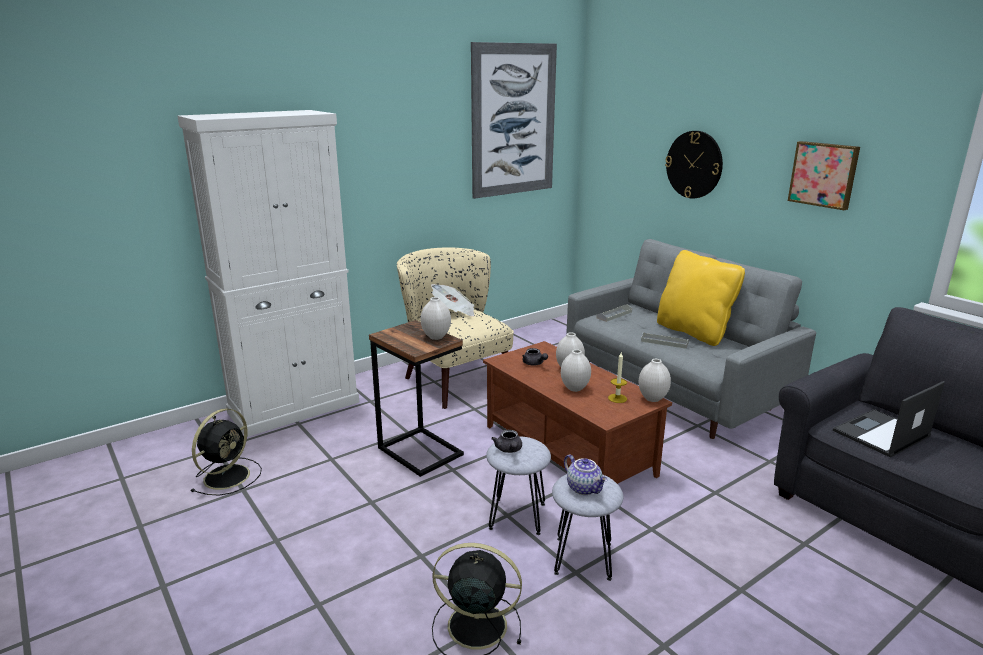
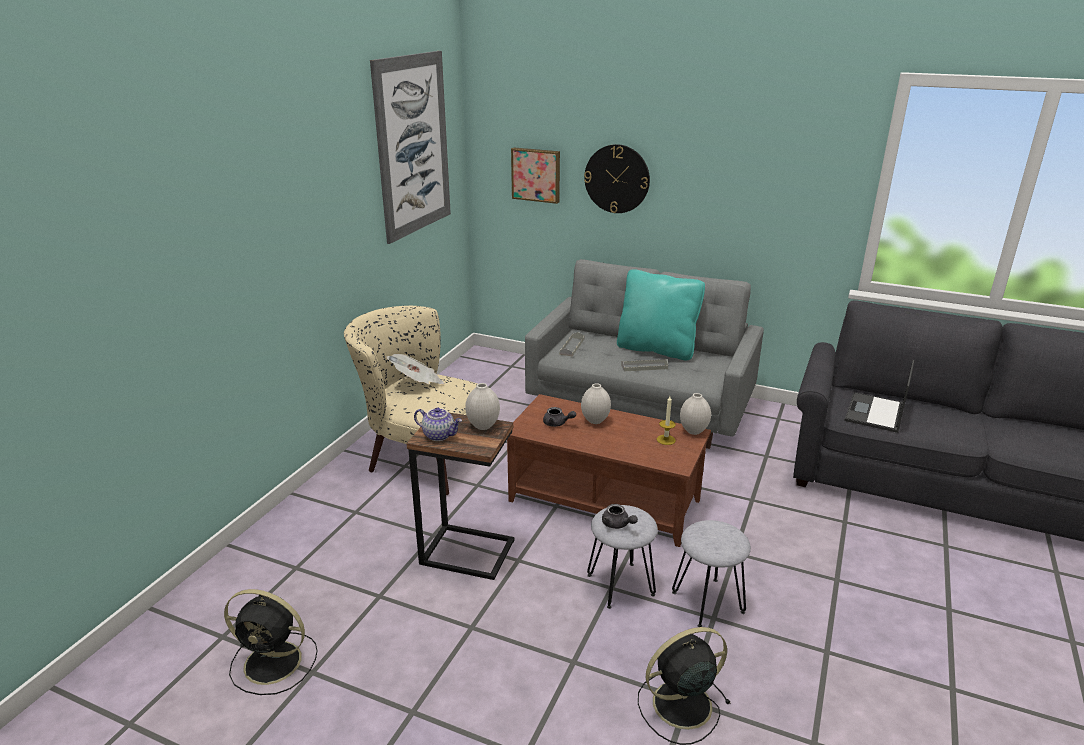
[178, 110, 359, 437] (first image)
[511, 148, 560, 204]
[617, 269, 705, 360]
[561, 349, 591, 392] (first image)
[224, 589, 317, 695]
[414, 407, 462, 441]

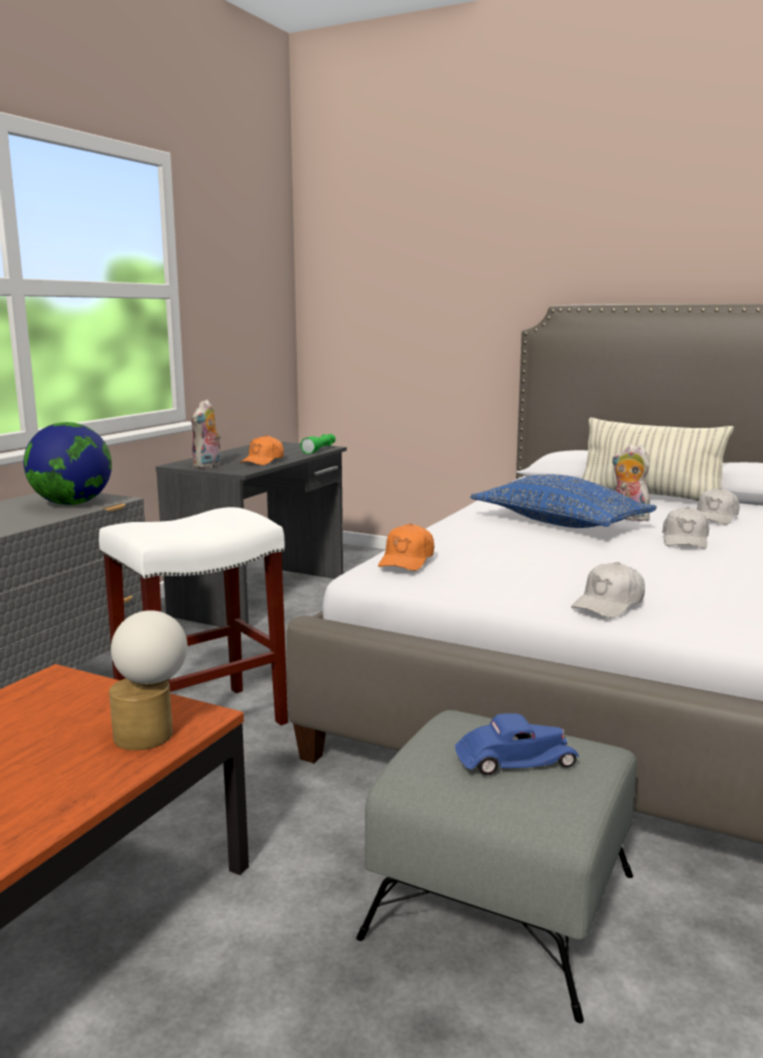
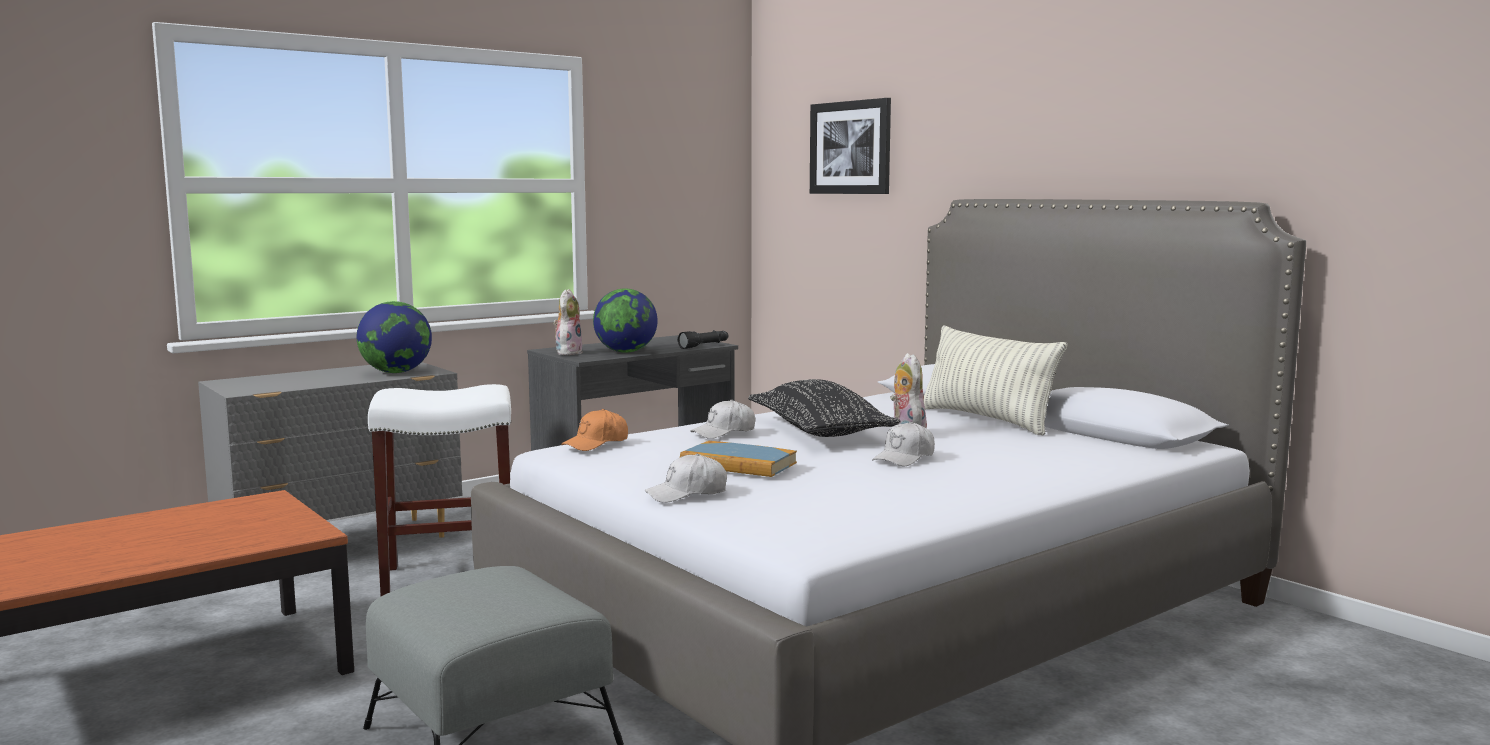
[553, 289, 582, 355]
[677, 330, 729, 349]
[593, 288, 658, 353]
[748, 379, 901, 437]
[690, 399, 755, 439]
[109, 610, 187, 750] (first image)
[454, 713, 579, 775] (first image)
[810, 98, 891, 194]
[680, 441, 797, 477]

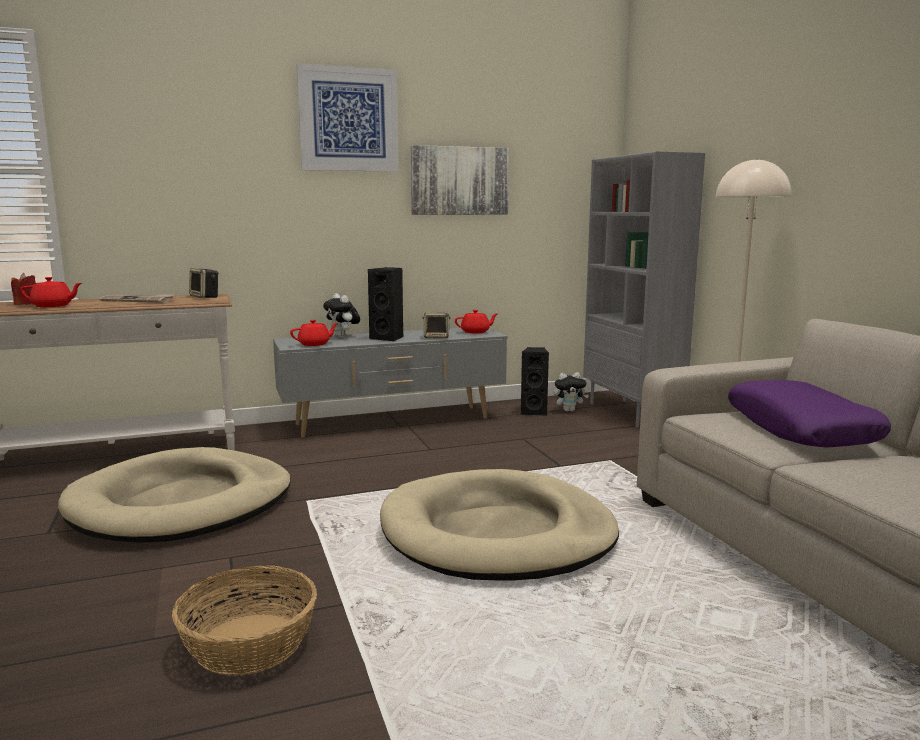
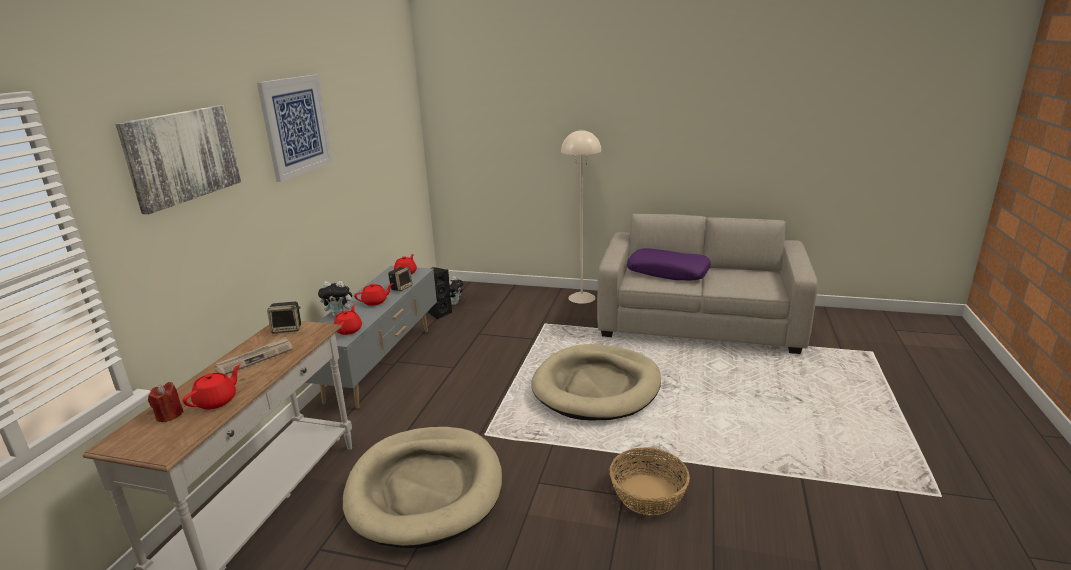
[116, 105, 241, 214]
[583, 152, 705, 428] (first image)
[354, 283, 394, 306]

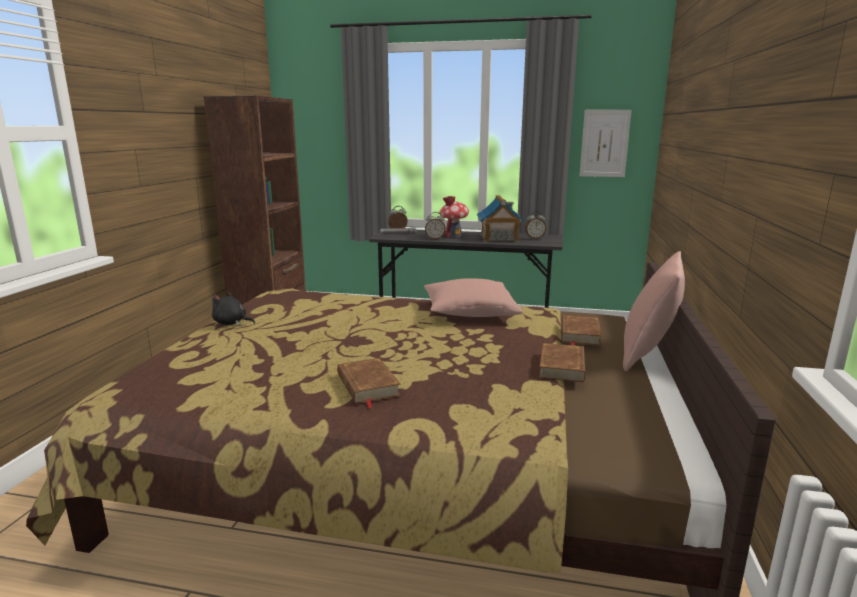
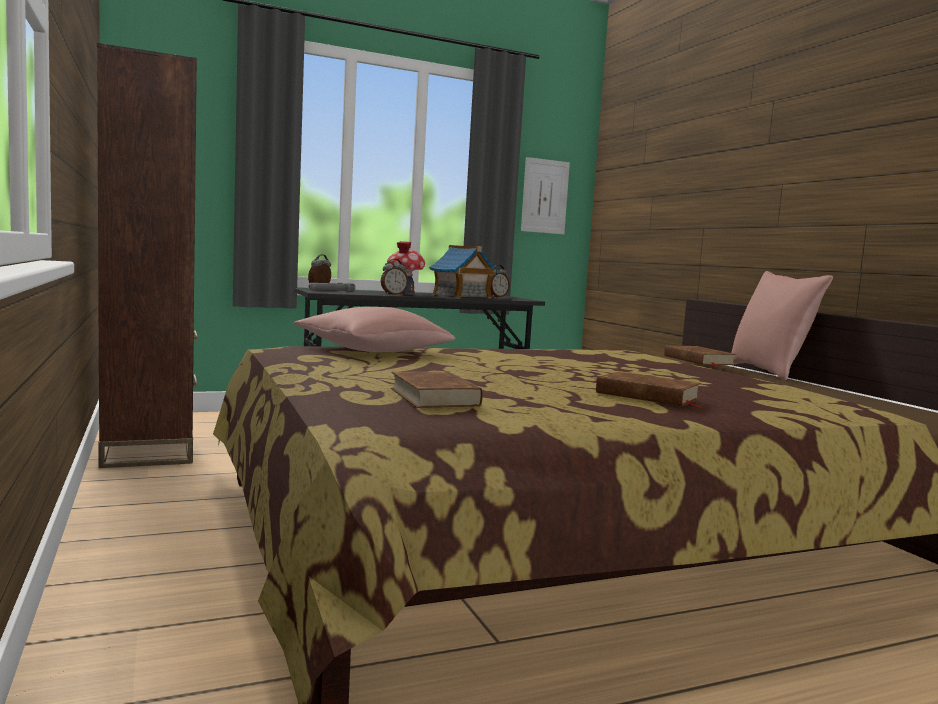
[294, 307, 456, 352]
[212, 291, 255, 325] (first image)
[391, 371, 483, 408]

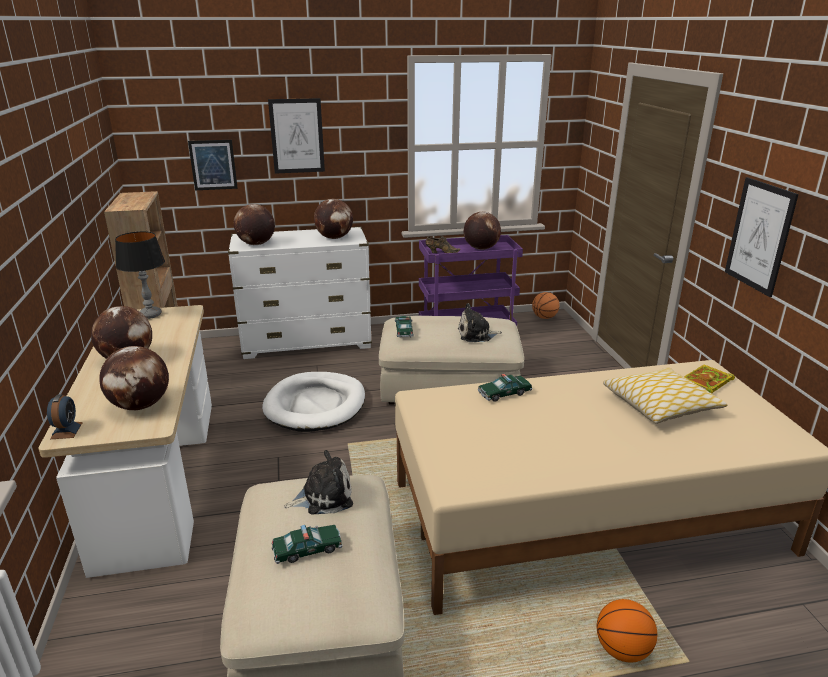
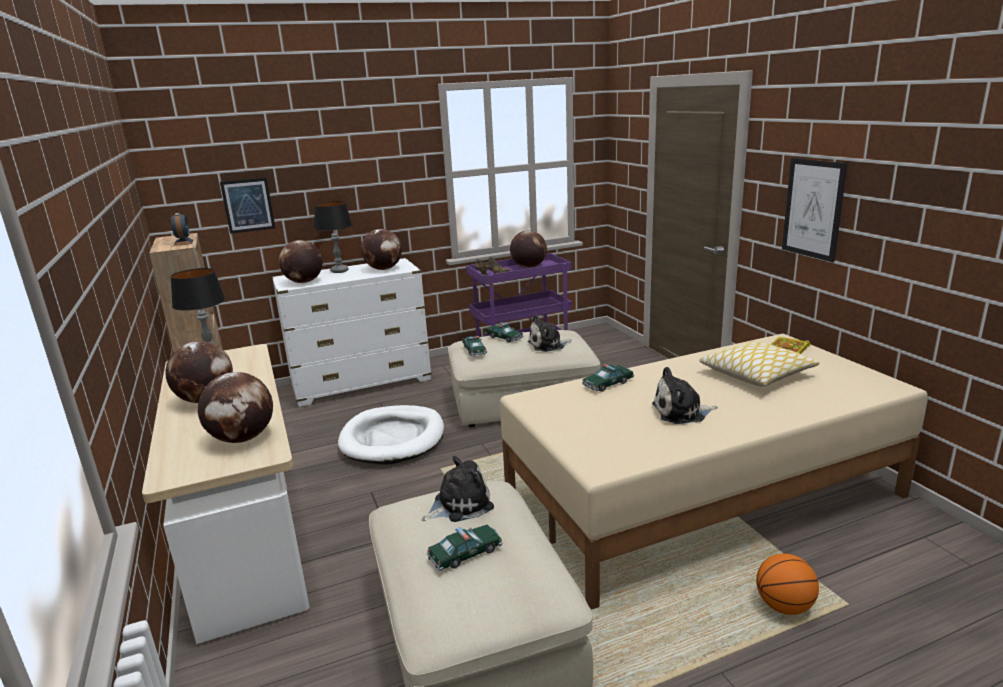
[268, 98, 325, 174] (first image)
[532, 292, 560, 319] (first image)
[171, 213, 194, 246]
[314, 201, 352, 273]
[485, 323, 523, 343]
[652, 367, 718, 424]

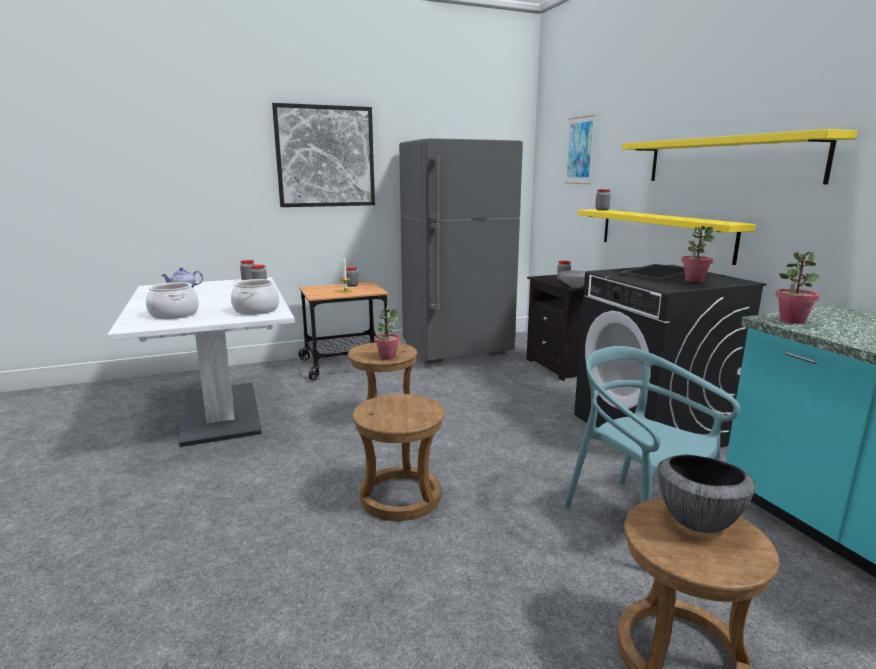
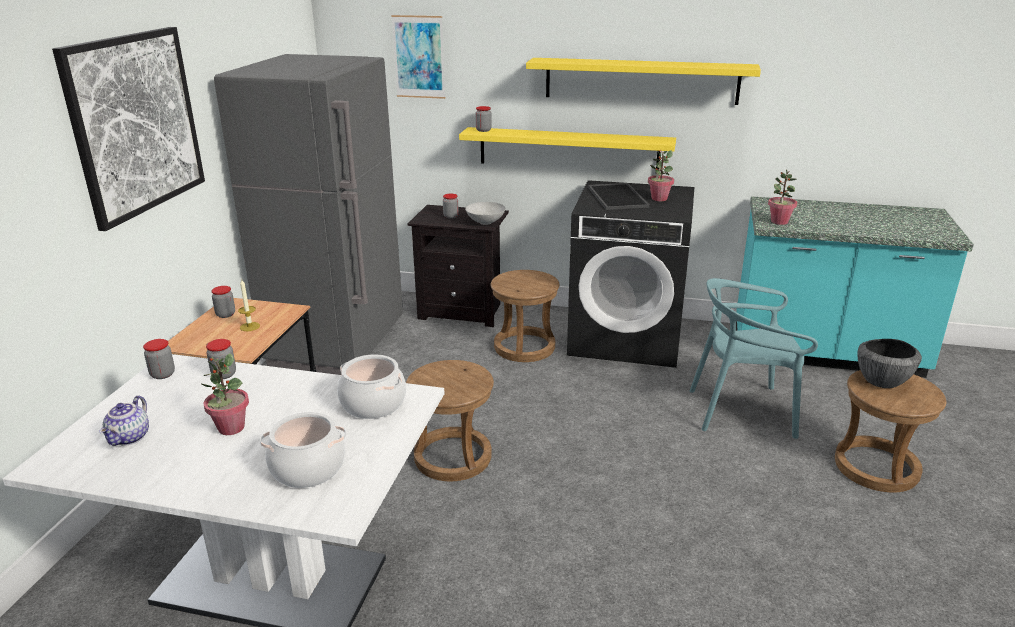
[202, 353, 249, 435]
[491, 270, 560, 362]

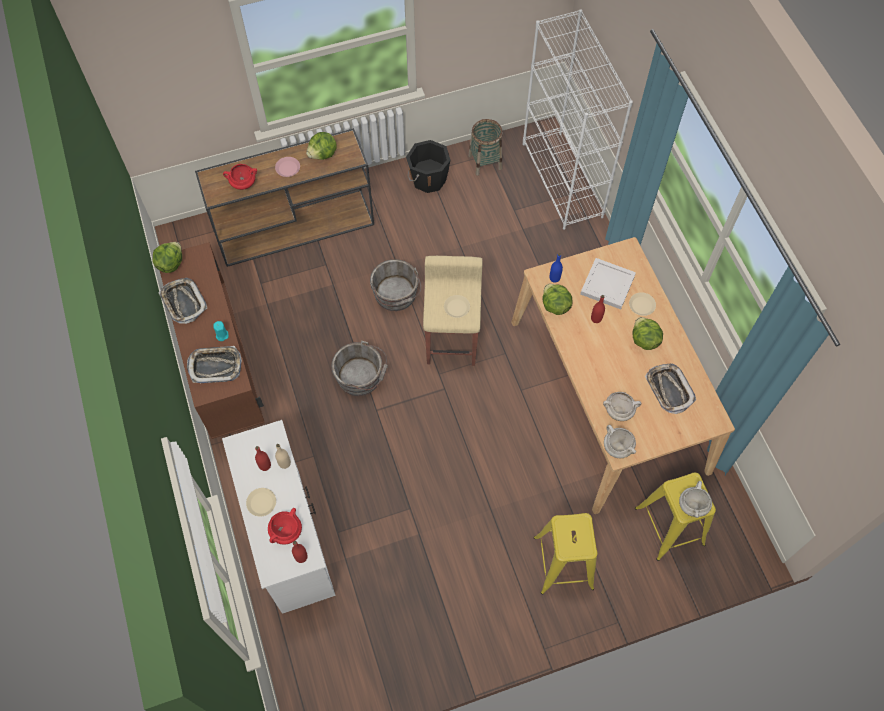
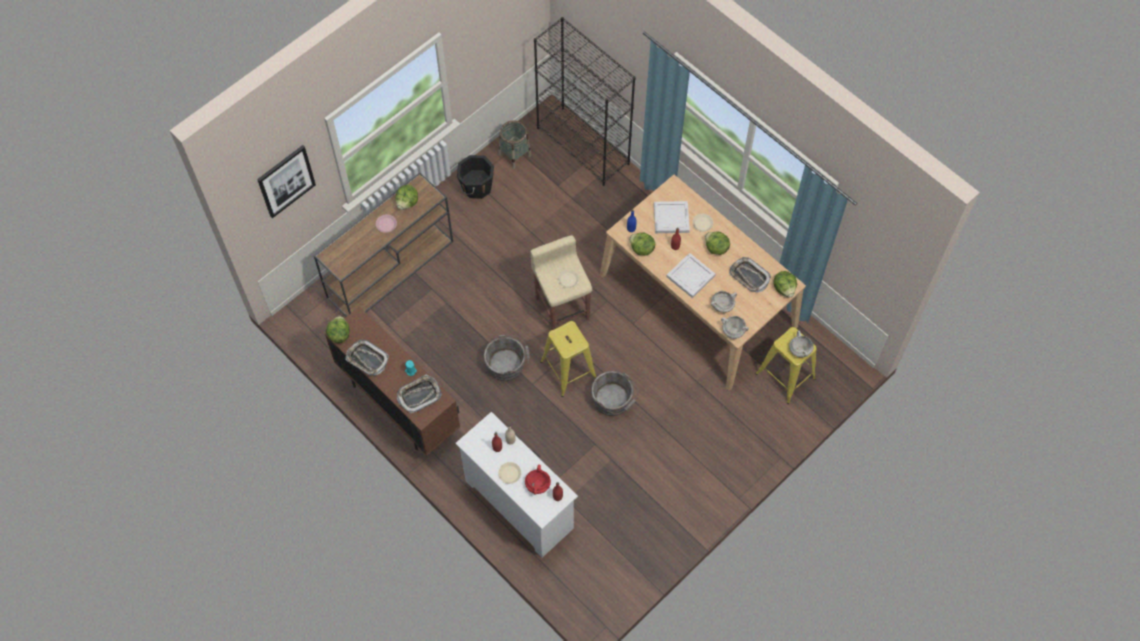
[534, 17, 636, 186]
[223, 164, 257, 190] (first image)
[591, 371, 638, 416]
[540, 321, 596, 397]
[257, 145, 316, 218]
[666, 253, 716, 298]
[774, 271, 797, 298]

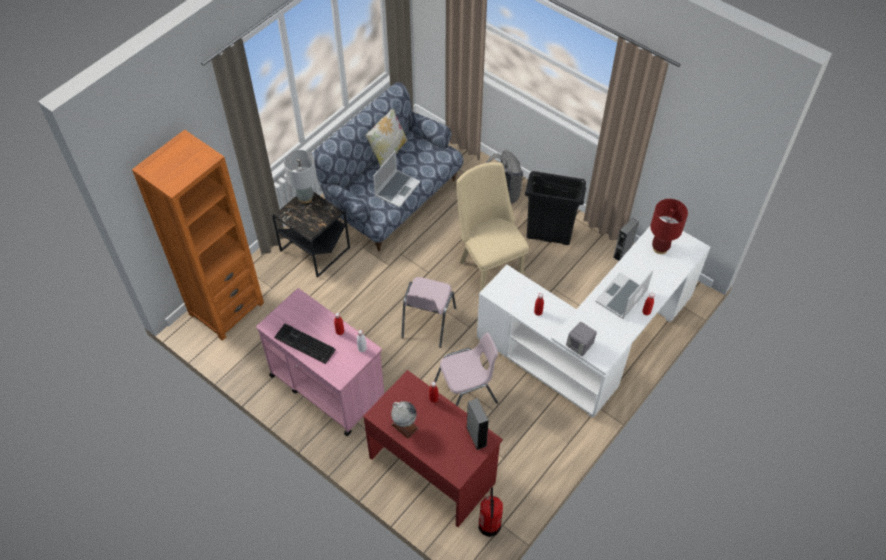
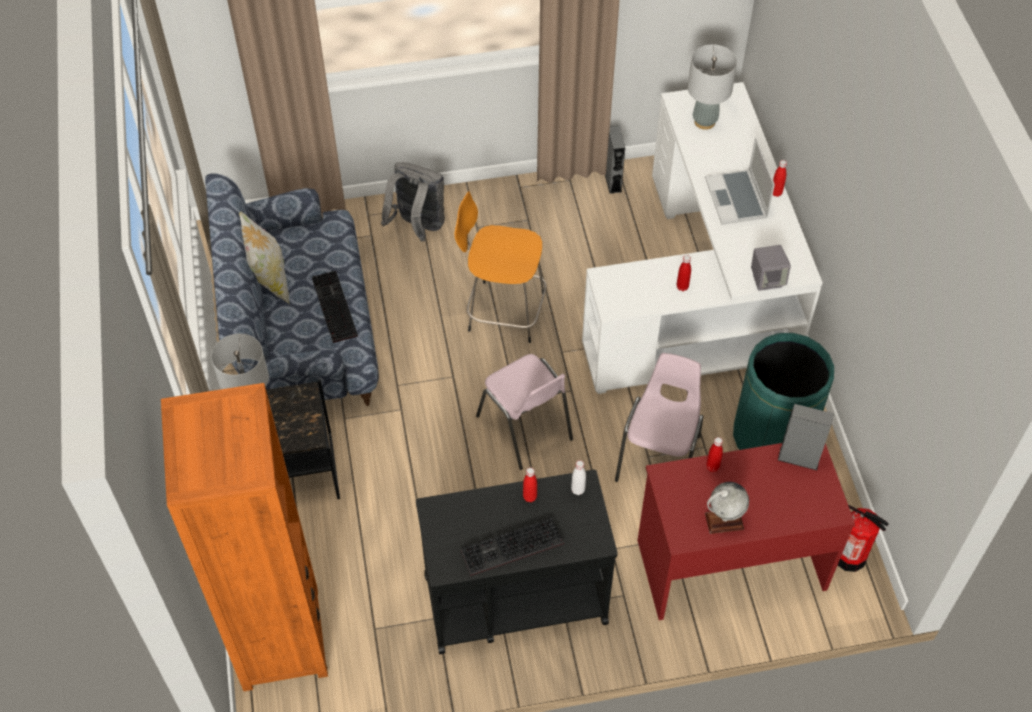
[312, 271, 358, 343]
[455, 191, 546, 343]
[525, 171, 586, 245] (first image)
[688, 44, 737, 130]
[416, 470, 617, 654]
[733, 333, 834, 450]

